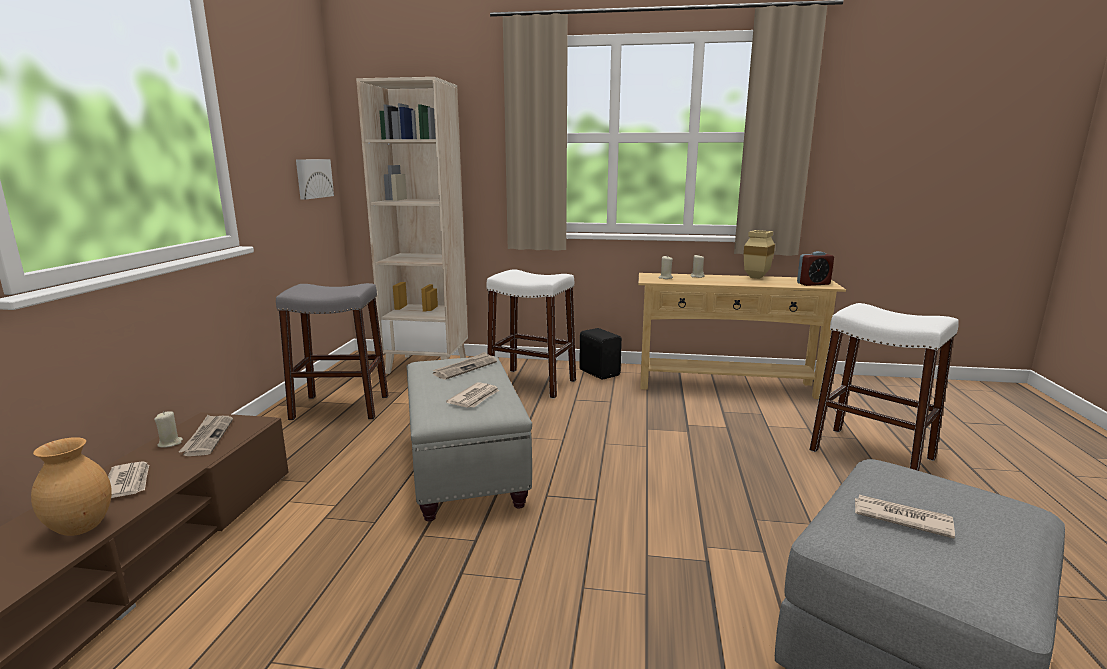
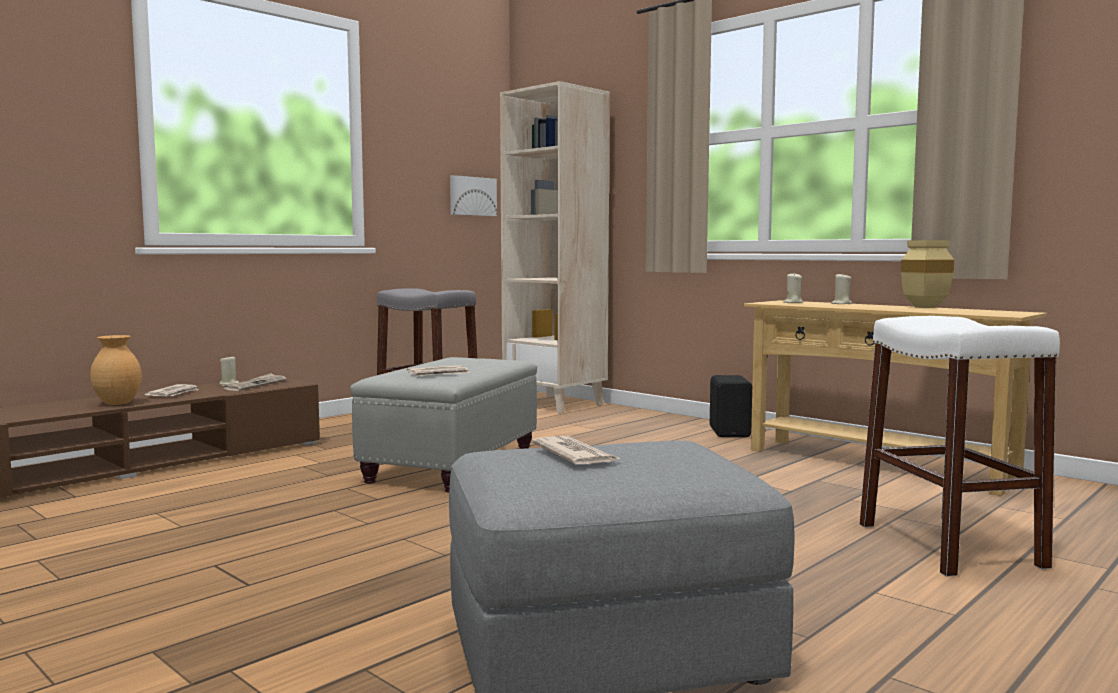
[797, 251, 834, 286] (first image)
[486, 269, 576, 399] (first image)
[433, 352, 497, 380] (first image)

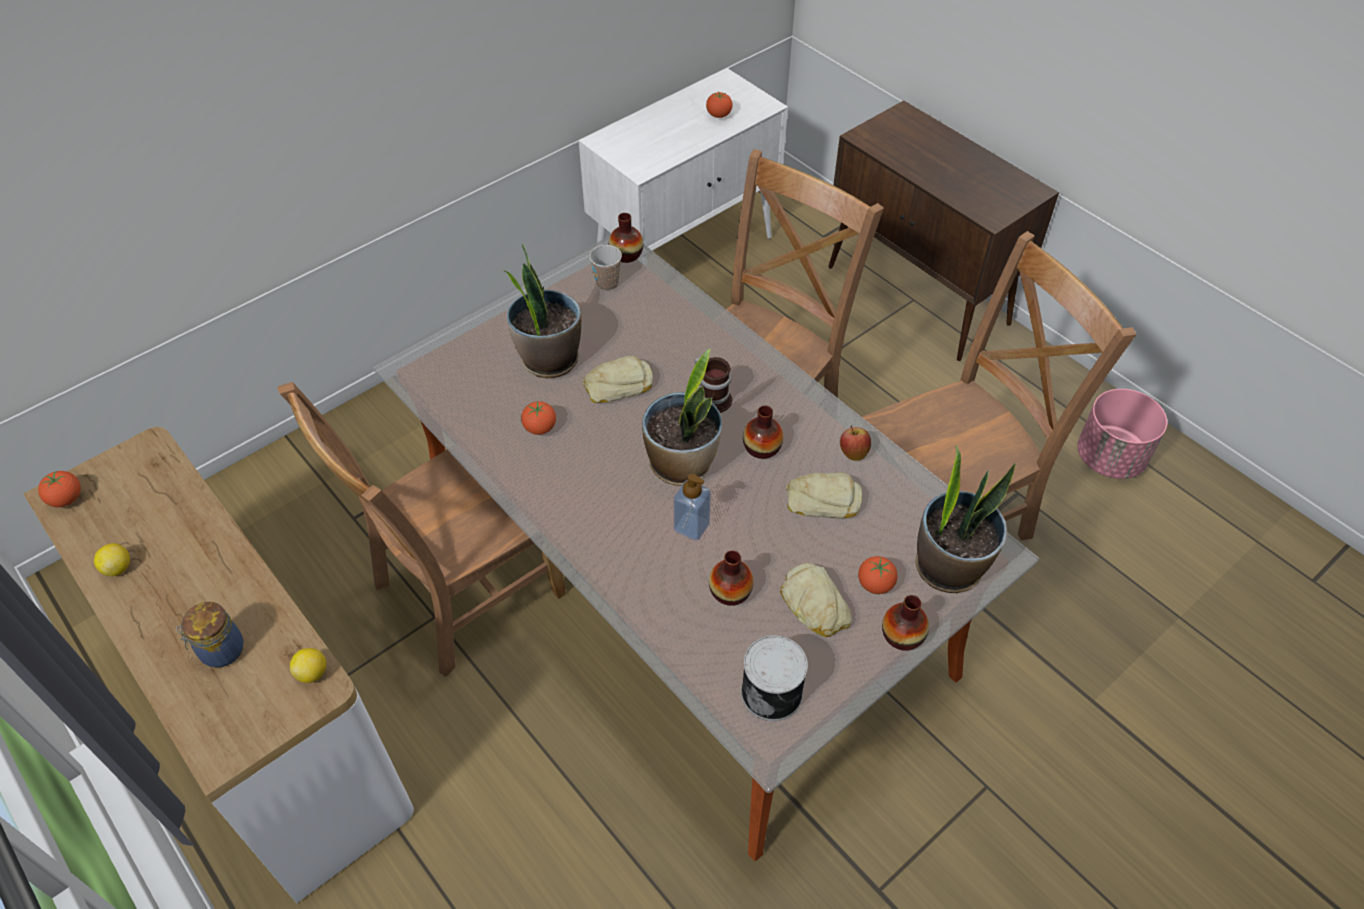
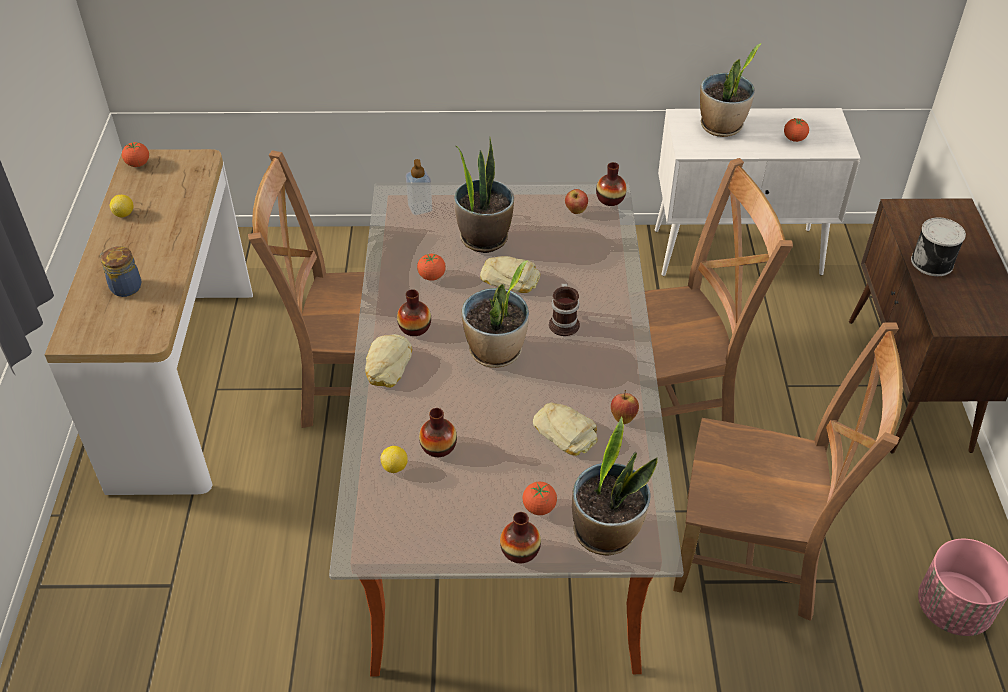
[565, 189, 588, 214]
[397, 289, 431, 336]
[406, 159, 432, 215]
[365, 334, 412, 388]
[911, 217, 966, 276]
[380, 446, 408, 473]
[700, 43, 762, 137]

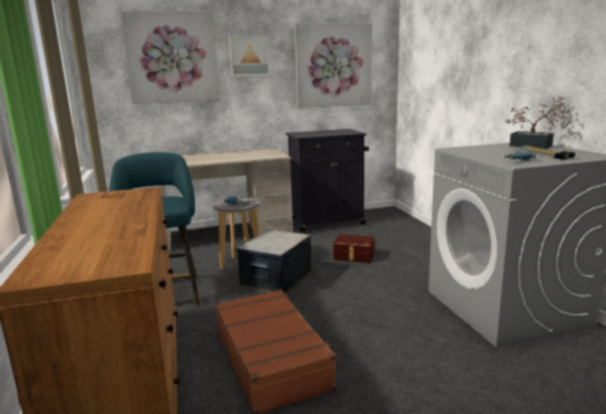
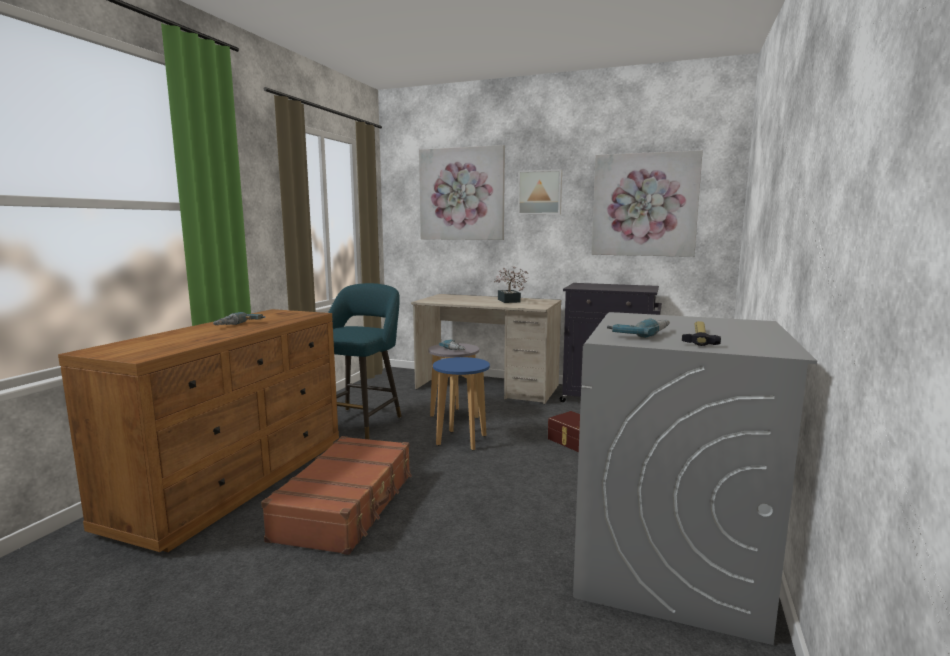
[494, 266, 529, 303]
[433, 357, 490, 450]
[213, 312, 265, 325]

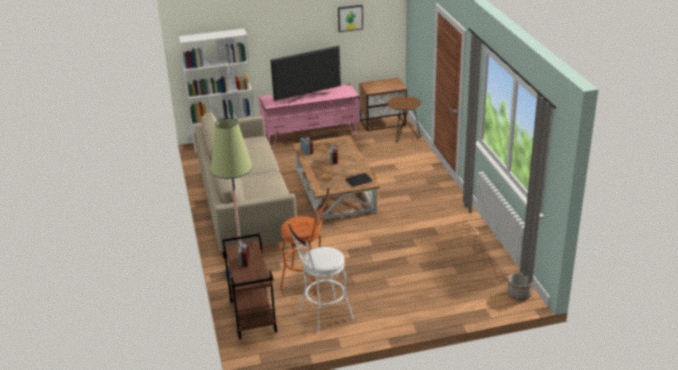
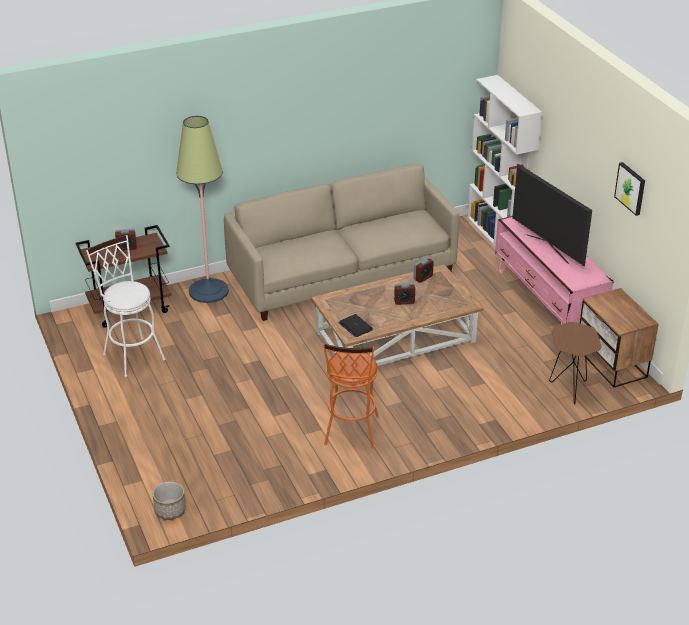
[323, 343, 379, 449]

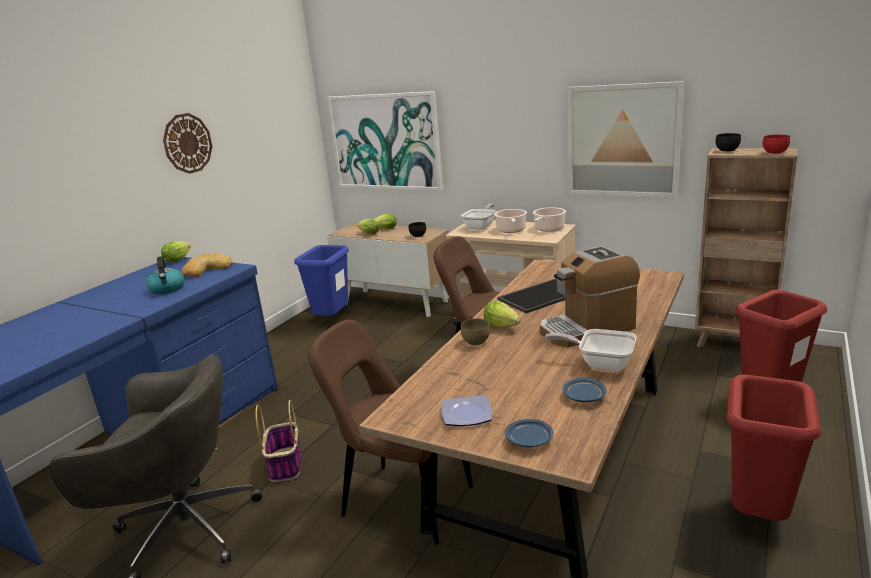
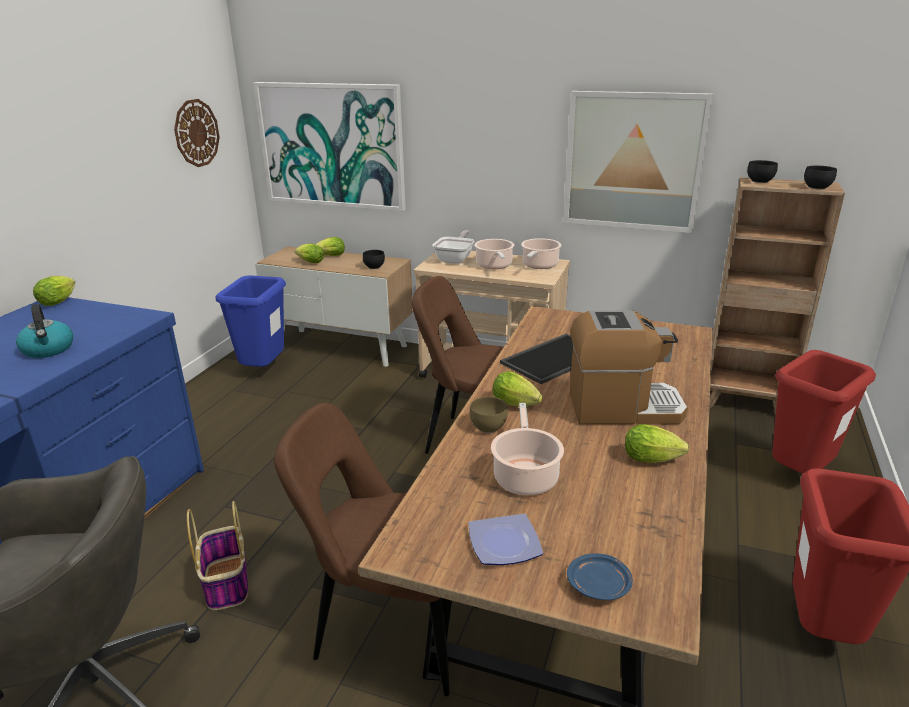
[174, 99, 220, 167]
[804, 166, 837, 189]
[570, 311, 688, 425]
[181, 253, 233, 277] (first image)
[625, 424, 689, 463]
[563, 378, 606, 402] (first image)
[491, 403, 564, 495]

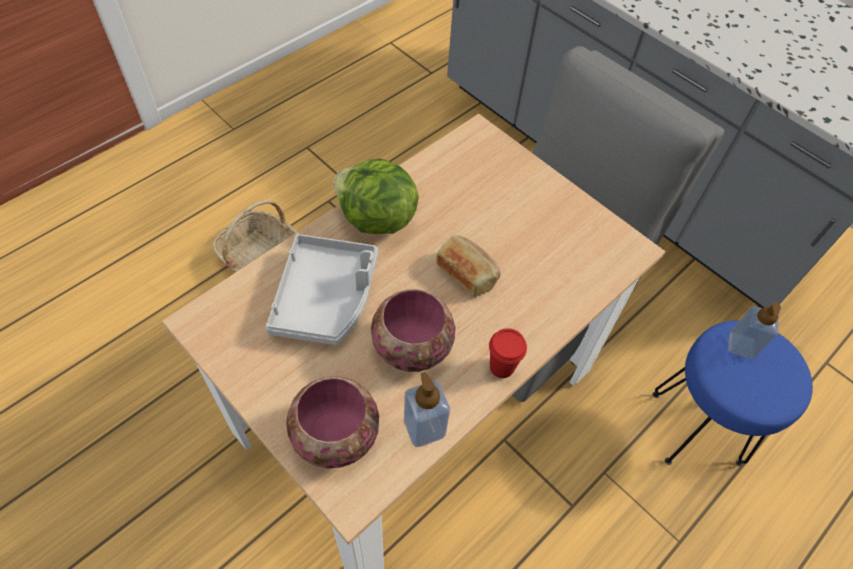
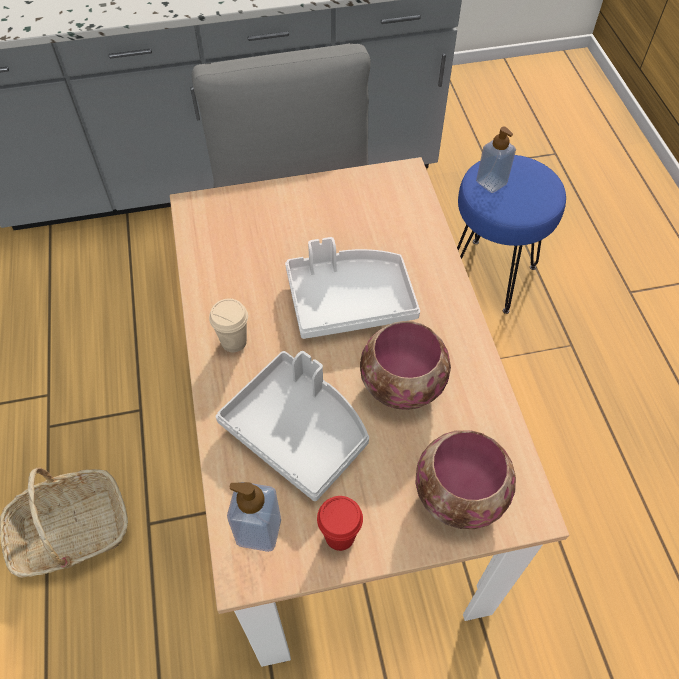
[209, 299, 248, 352]
[285, 237, 420, 339]
[317, 496, 363, 551]
[227, 482, 281, 552]

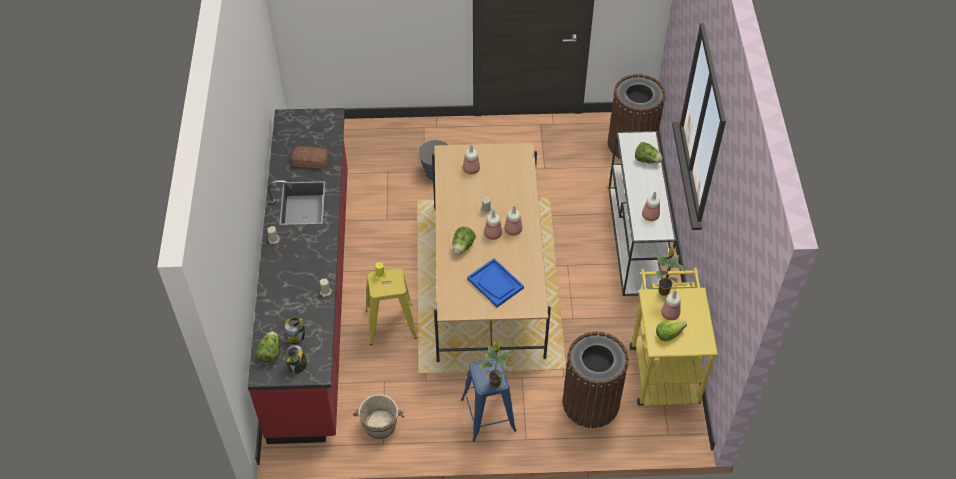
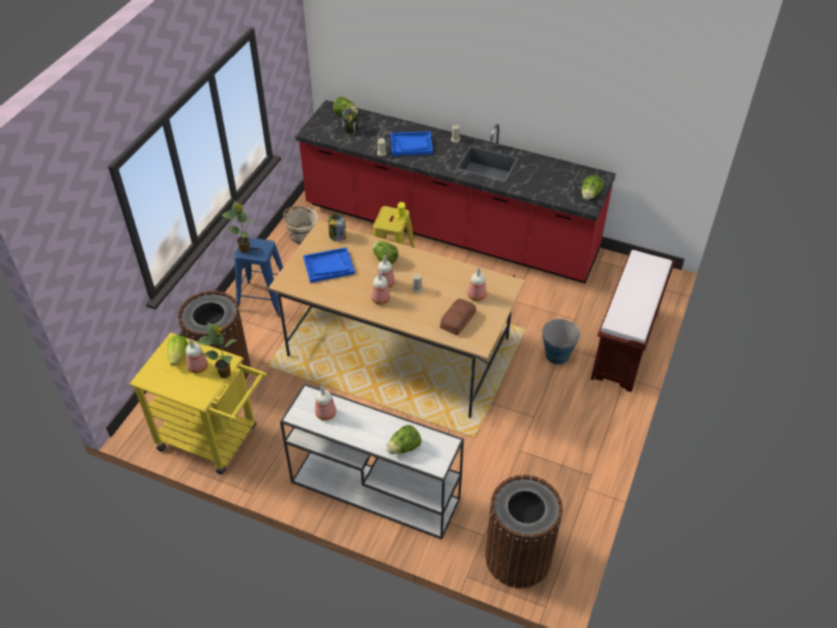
[440, 299, 476, 335]
[328, 214, 346, 241]
[391, 131, 433, 156]
[581, 175, 604, 200]
[591, 250, 675, 392]

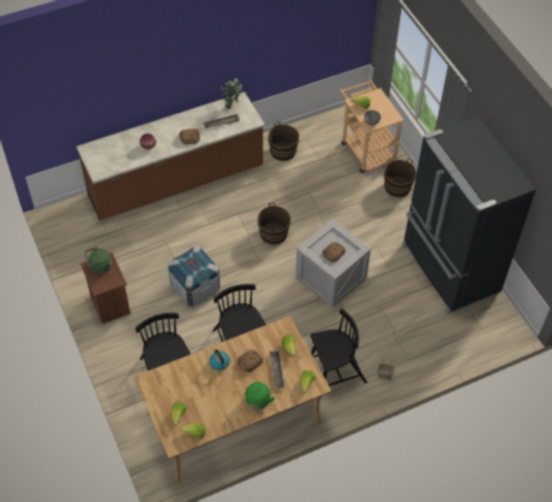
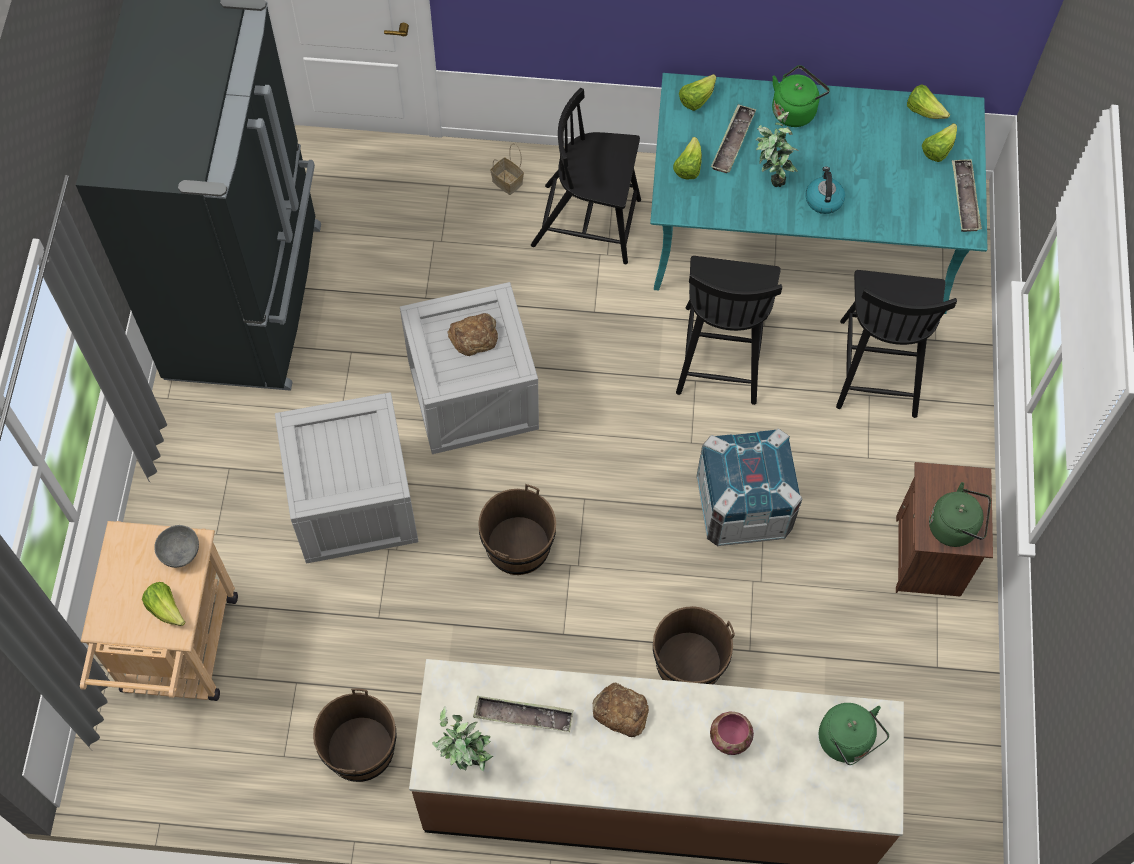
[653, 606, 735, 685]
[650, 73, 987, 314]
[756, 112, 799, 187]
[952, 159, 982, 232]
[275, 392, 419, 563]
[819, 703, 889, 765]

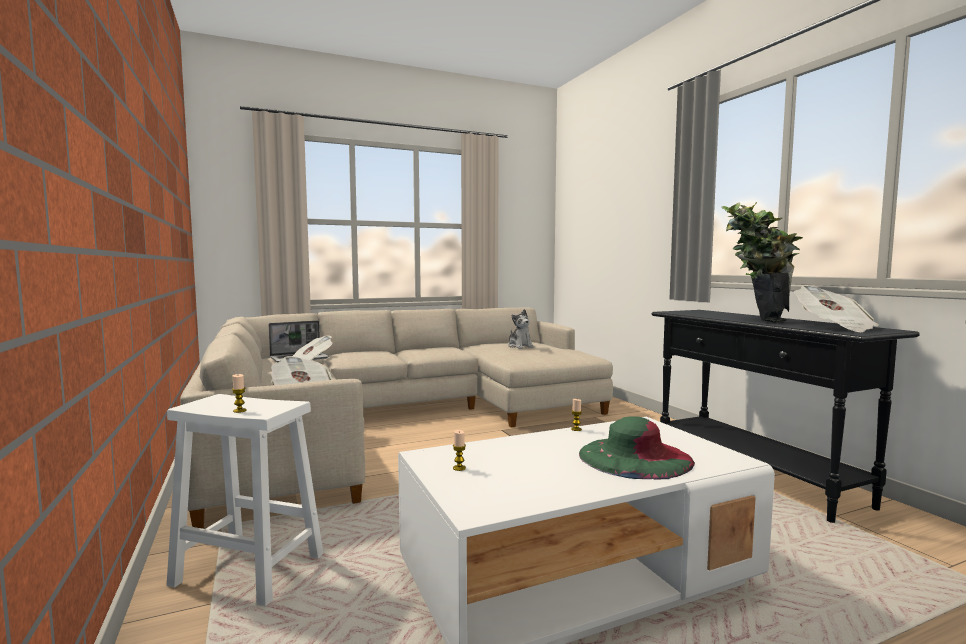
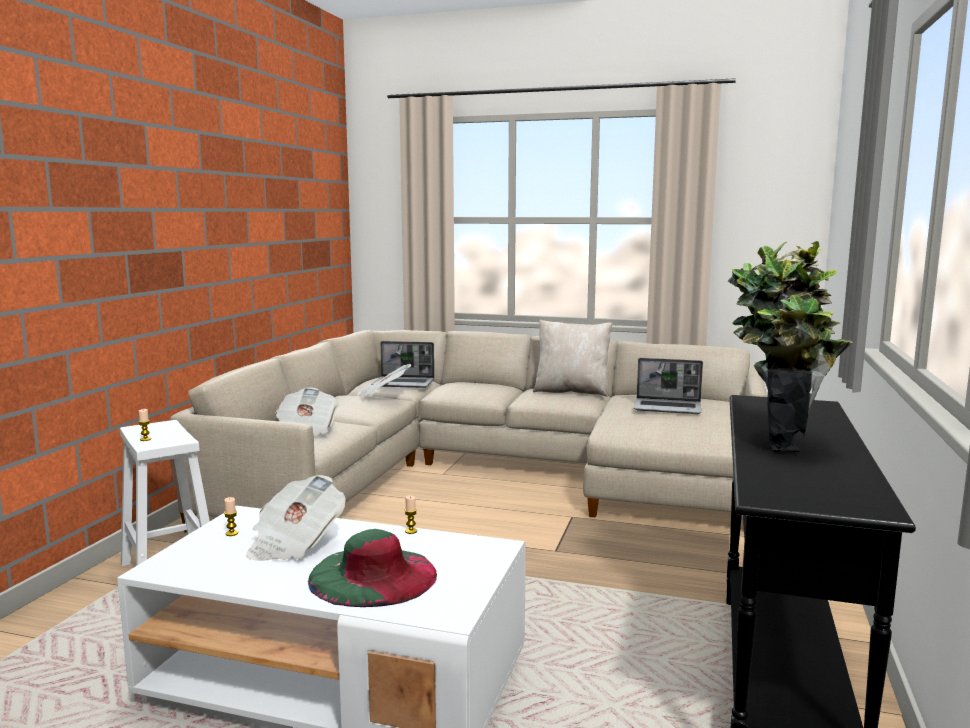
[246, 475, 346, 561]
[634, 358, 703, 414]
[533, 320, 612, 397]

